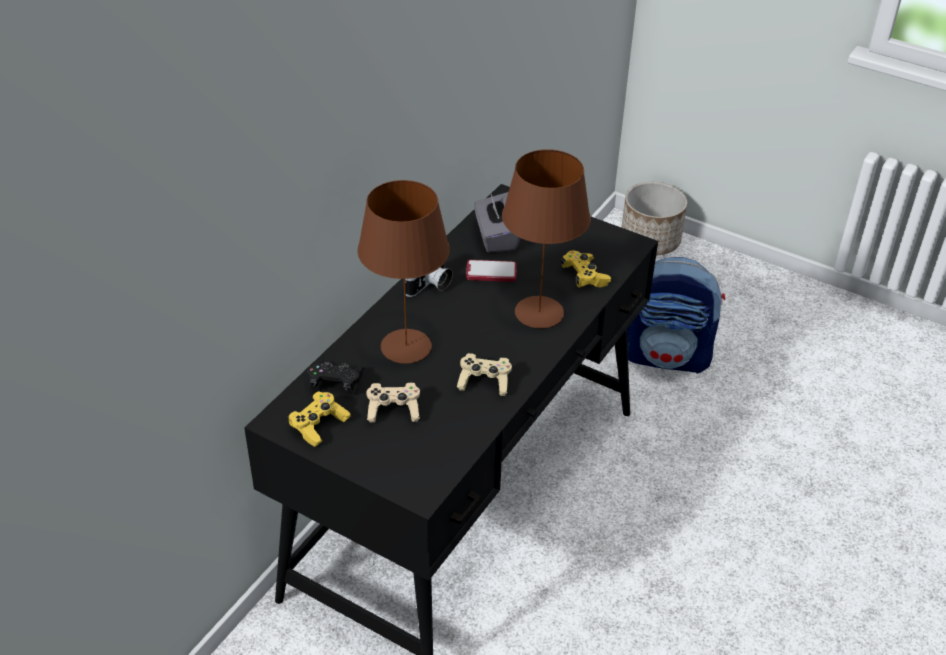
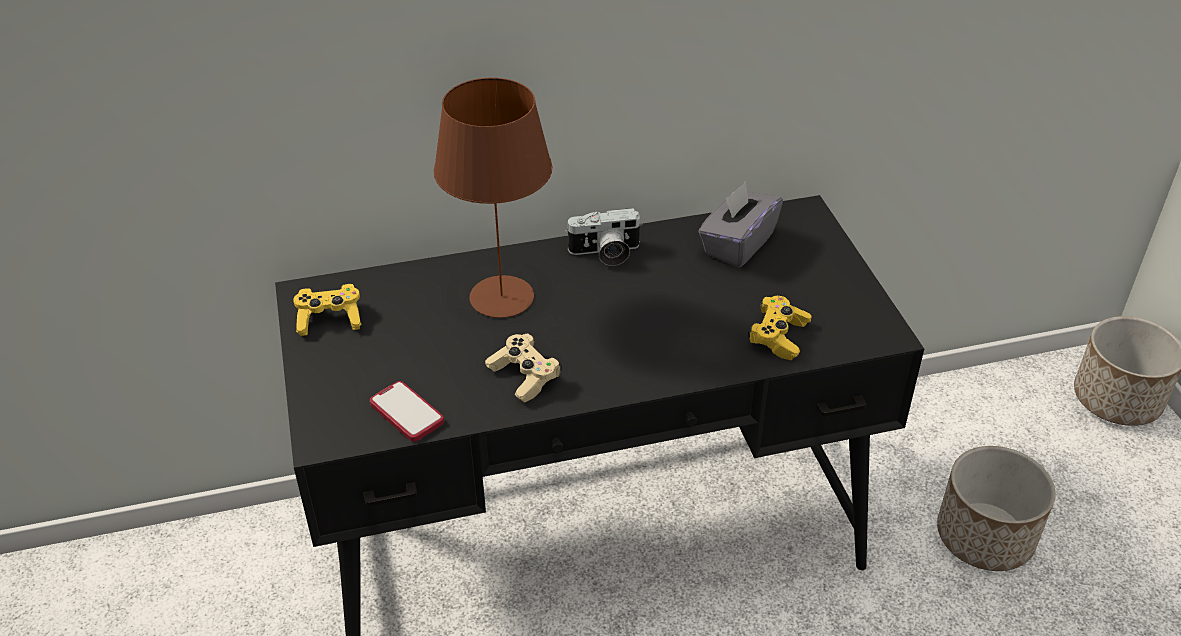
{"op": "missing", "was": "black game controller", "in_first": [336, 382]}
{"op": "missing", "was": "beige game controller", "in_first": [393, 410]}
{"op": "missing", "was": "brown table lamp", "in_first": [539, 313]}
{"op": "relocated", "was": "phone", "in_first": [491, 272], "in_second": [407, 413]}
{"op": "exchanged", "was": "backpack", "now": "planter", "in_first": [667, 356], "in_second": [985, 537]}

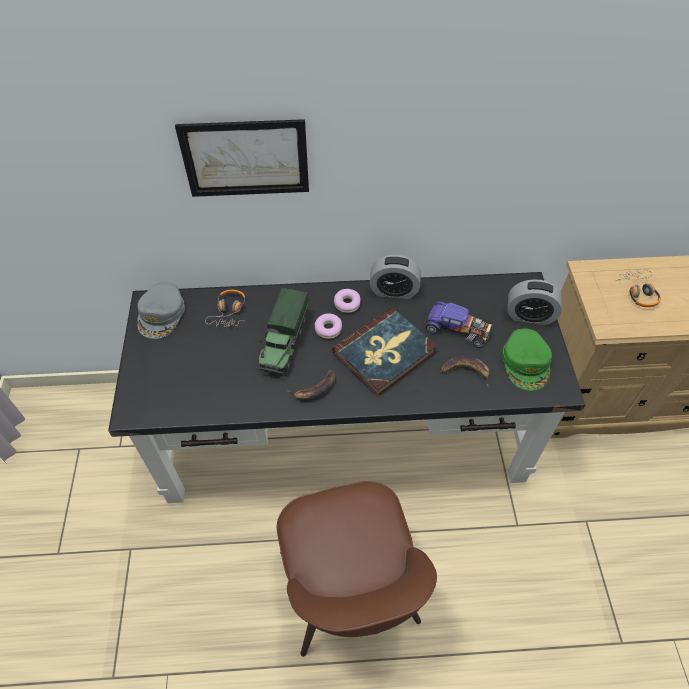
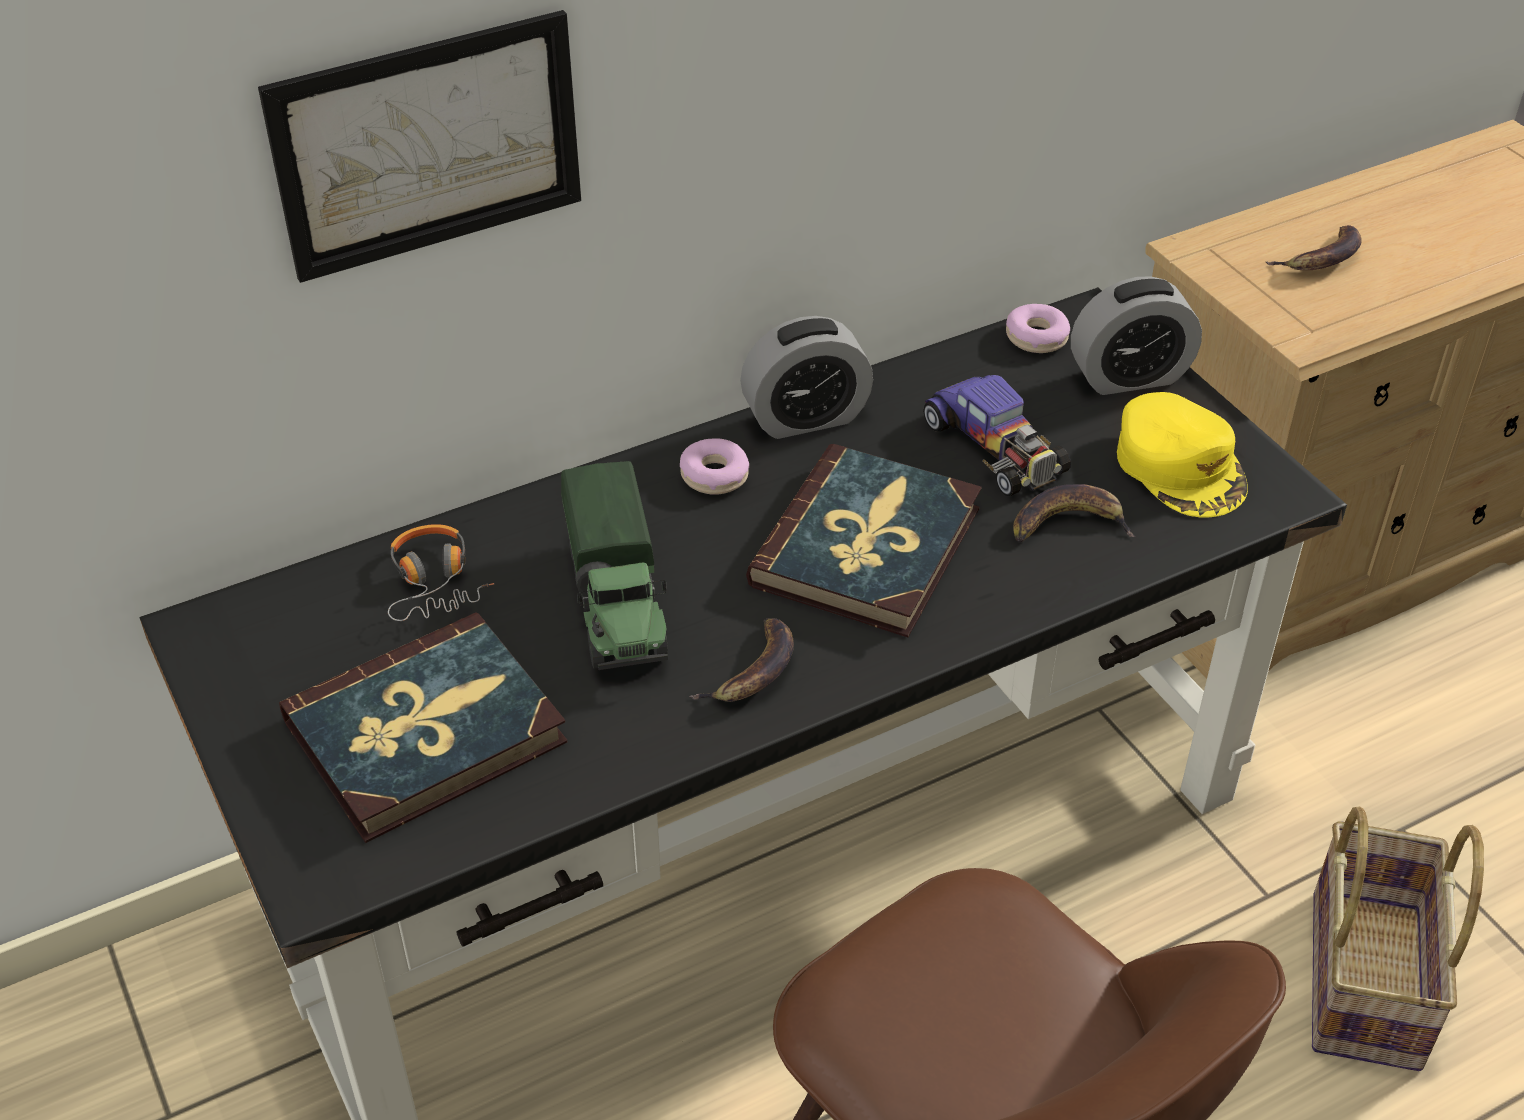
{"op": "missing", "was": "grey cap", "in_first": [162, 314]}
{"op": "appeared", "now": "book", "in_second": [426, 733]}
{"op": "appeared", "now": "basket", "in_second": [1369, 981]}
{"op": "relocated", "was": "donut", "in_first": [328, 329], "in_second": [1036, 337]}
{"op": "exchanged", "was": "headphones", "now": "banana", "in_first": [638, 292], "in_second": [1322, 259]}
{"op": "colour", "was": "green cap", "now": "yellow cap", "in_first": [526, 363], "in_second": [1181, 466]}
{"op": "spun", "was": "toy car", "in_first": [458, 328], "in_second": [995, 447], "clockwise": 60}

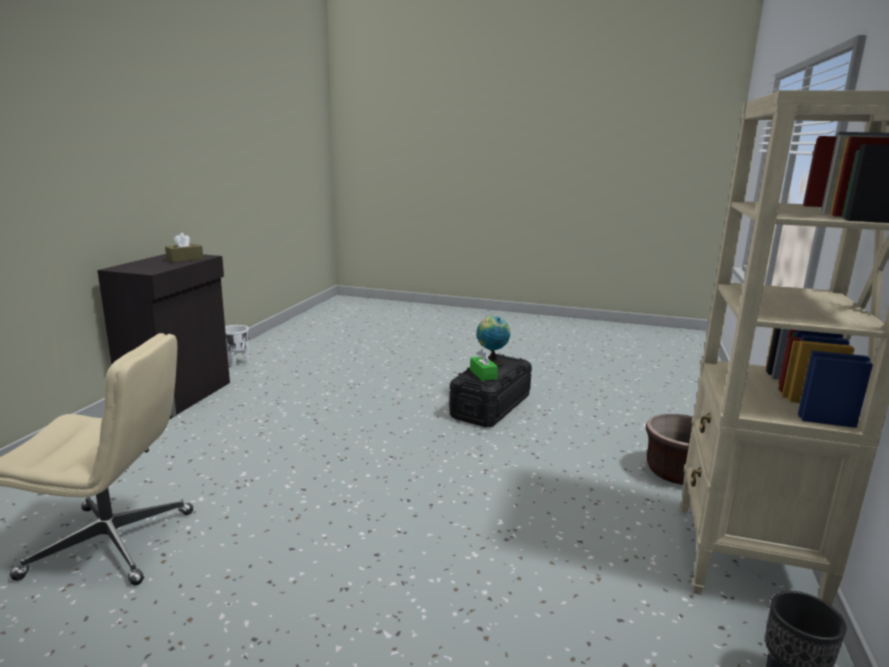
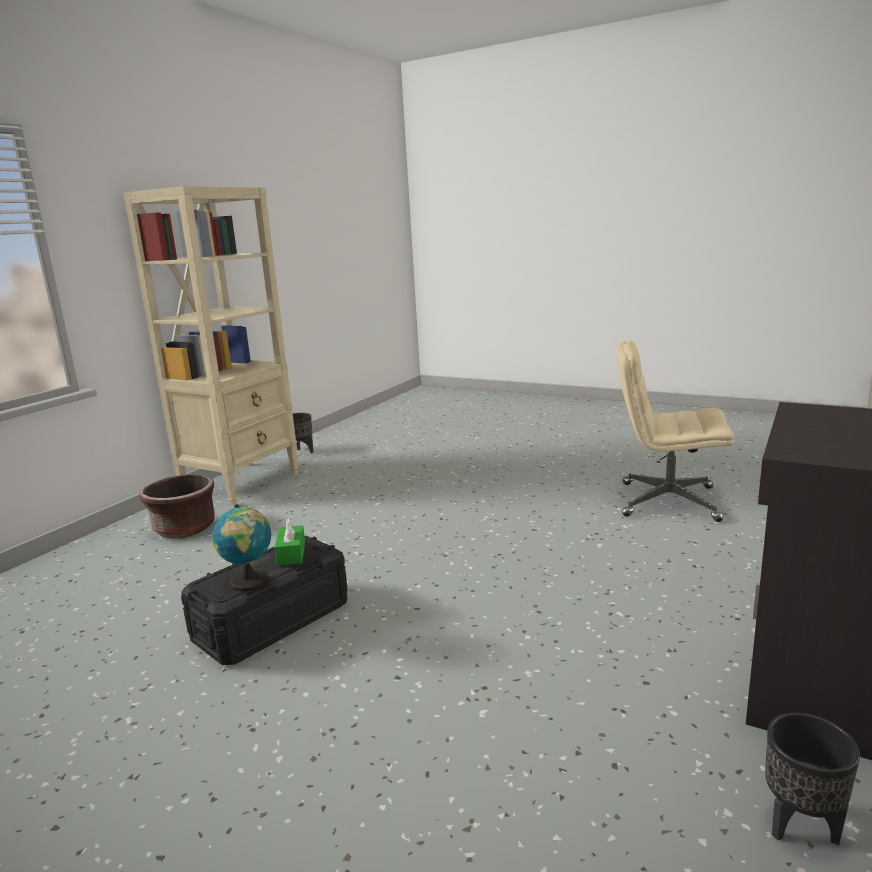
{"op": "missing", "was": "brown tissue box", "in_first": [185, 259]}
{"op": "colour", "was": "white planter", "now": "black planter", "in_first": [236, 363], "in_second": [801, 826]}

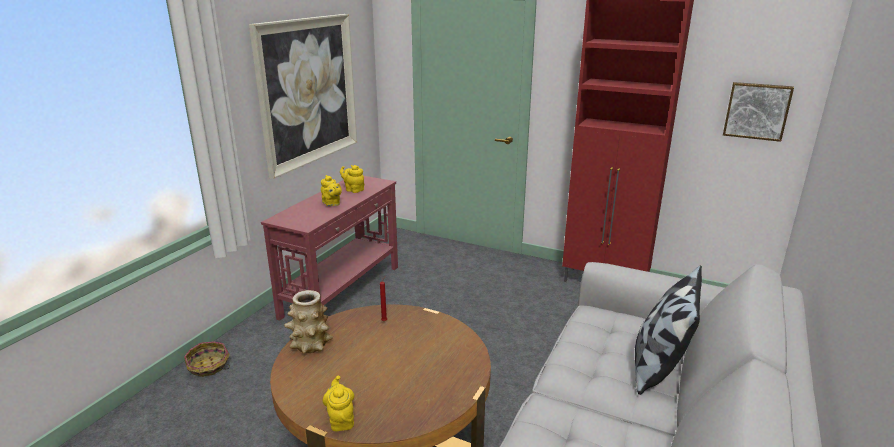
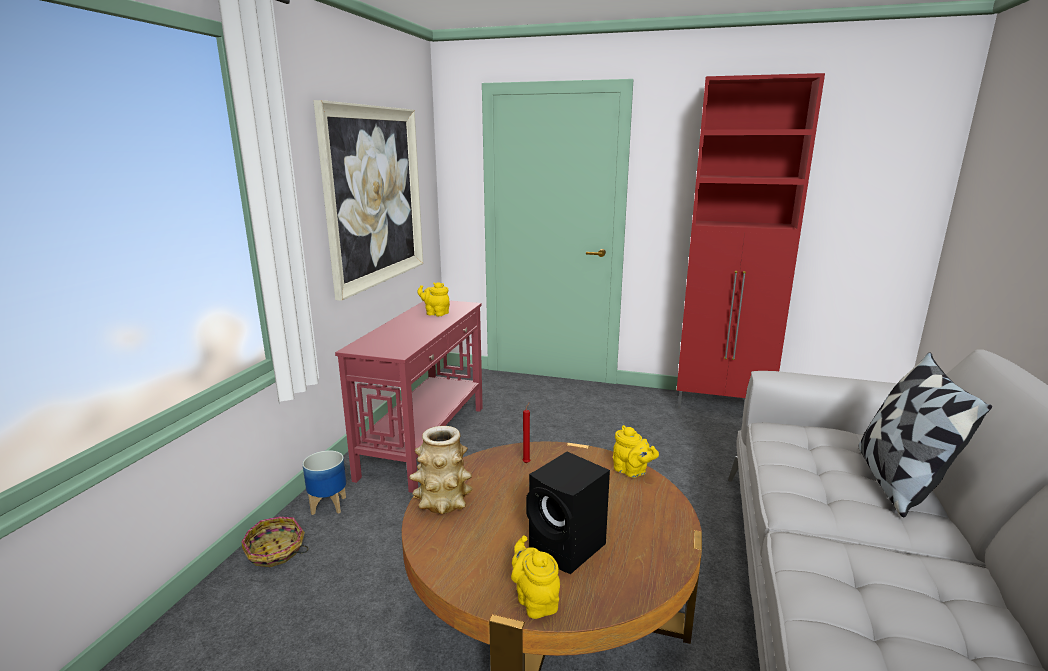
{"op": "missing", "was": "picture", "in_first": [757, 111]}
{"op": "appeared", "now": "planter", "in_second": [329, 505]}
{"op": "appeared", "now": "black speaker", "in_second": [568, 549]}
{"op": "relocated", "was": "yellow teapot", "in_first": [331, 204], "in_second": [632, 471]}

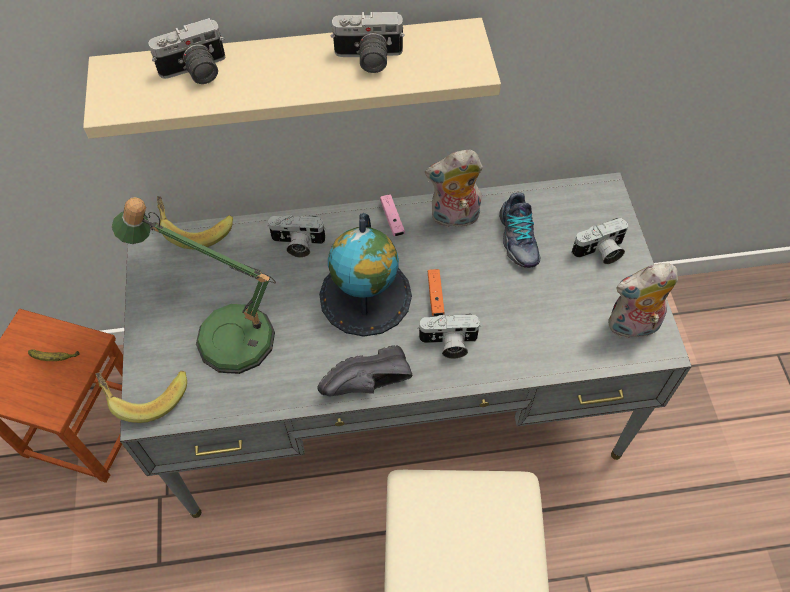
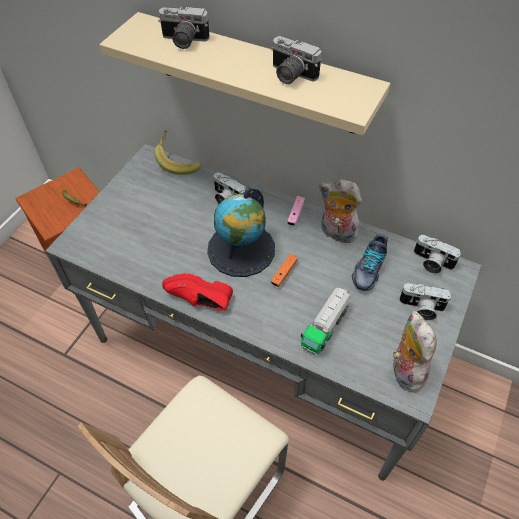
{"op": "missing", "was": "banana", "in_first": [146, 394]}
{"op": "missing", "was": "table lamp", "in_first": [224, 332]}
{"op": "appeared", "now": "toy truck", "in_second": [325, 327]}
{"op": "relocated", "was": "photo camera", "in_first": [448, 344], "in_second": [431, 262]}
{"op": "colour", "was": "black shoe", "now": "red shoe", "in_first": [368, 385], "in_second": [198, 302]}
{"op": "spun", "was": "plush toy", "in_first": [632, 327], "in_second": [404, 370], "clockwise": 60}

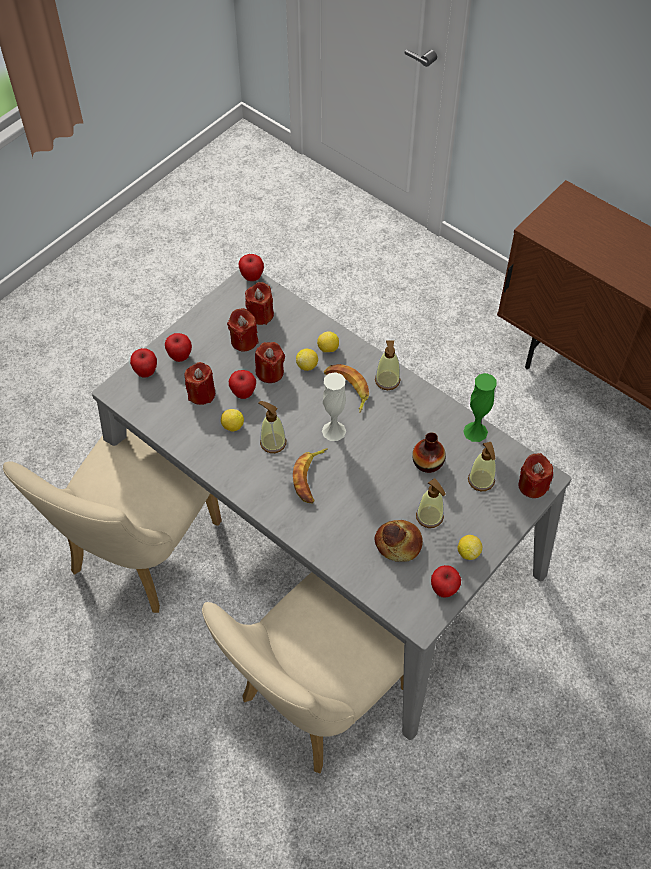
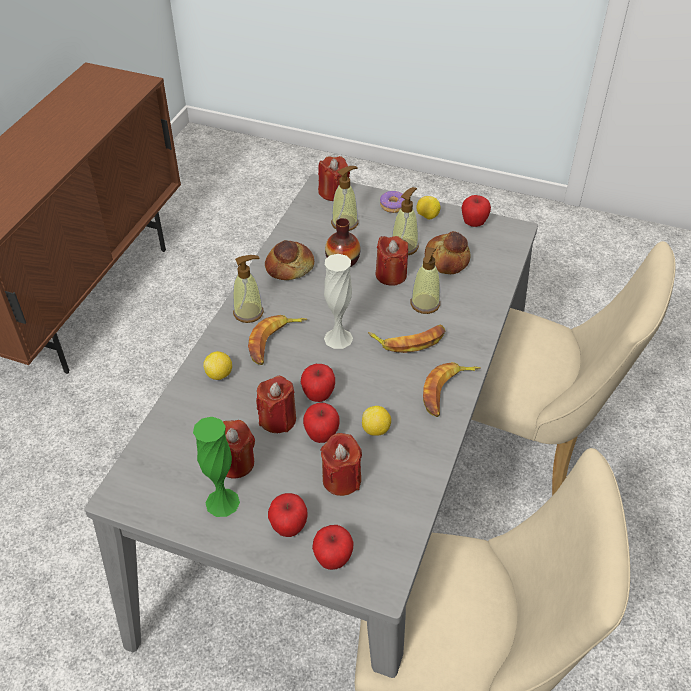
{"op": "missing", "was": "lemon", "in_first": [307, 366]}
{"op": "appeared", "now": "bread", "in_second": [290, 267]}
{"op": "appeared", "now": "donut", "in_second": [393, 206]}
{"op": "appeared", "now": "banana", "in_second": [447, 392]}
{"op": "relocated", "was": "apple", "in_first": [252, 277], "in_second": [318, 395]}
{"op": "relocated", "was": "red candle", "in_first": [260, 314], "in_second": [391, 275]}
{"op": "relocated", "was": "soap dispenser", "in_first": [273, 442], "in_second": [425, 304]}
{"op": "relocated", "was": "green vase", "in_first": [475, 432], "in_second": [222, 502]}

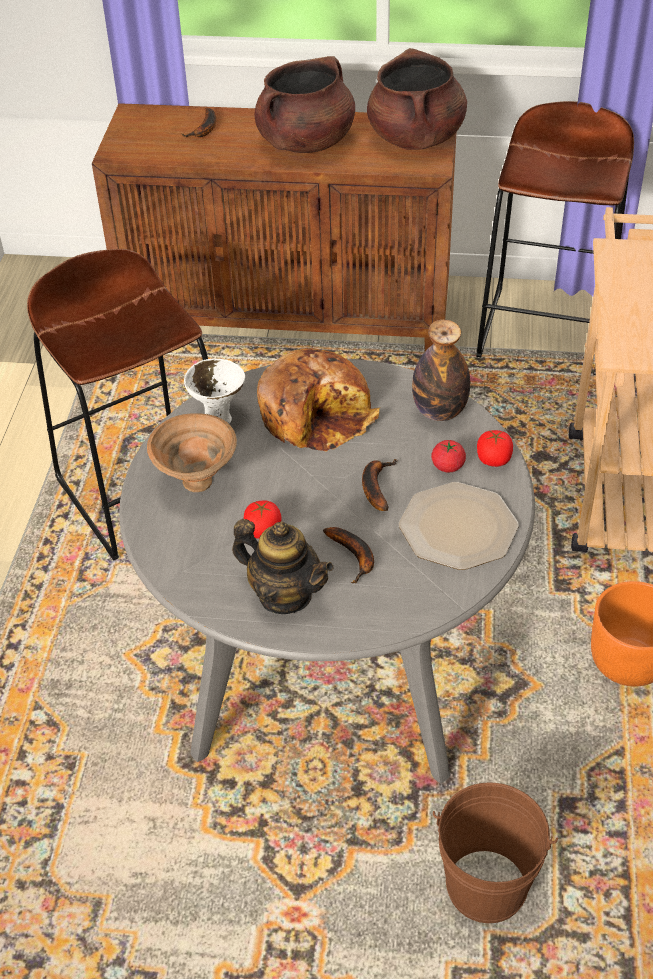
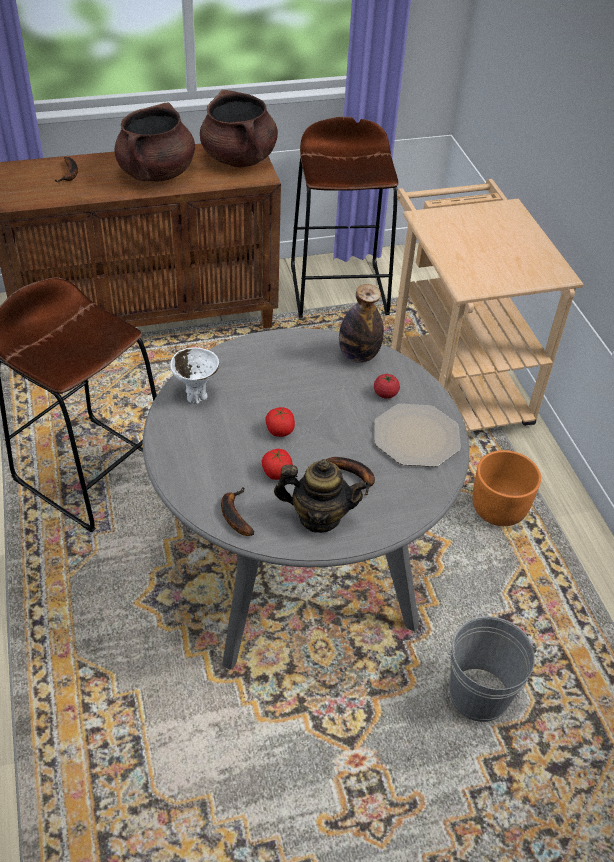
{"op": "missing", "was": "brown bowl", "in_first": [198, 484]}
{"op": "missing", "was": "bread", "in_first": [316, 414]}
{"op": "relocated", "was": "banana", "in_first": [375, 486], "in_second": [234, 515]}
{"op": "relocated", "was": "tomato", "in_first": [493, 460], "in_second": [280, 431]}
{"op": "colour", "was": "brown bucket", "now": "grey bucket", "in_first": [486, 887], "in_second": [479, 695]}

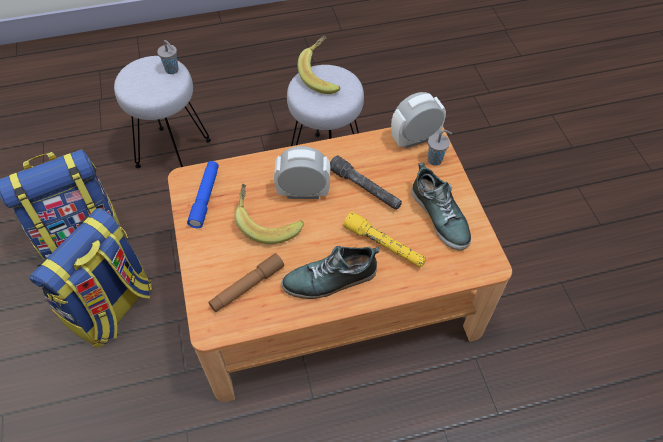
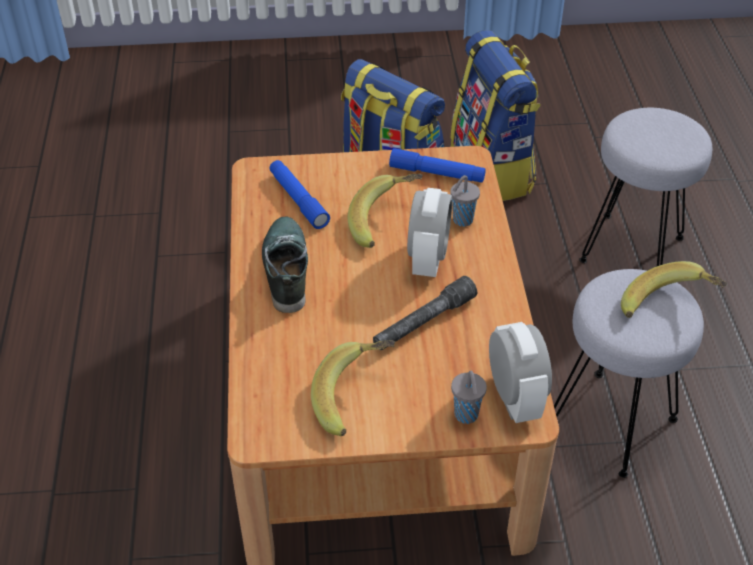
{"op": "missing", "was": "yellow flashlight", "in_first": [384, 245]}
{"op": "relocated", "was": "grey cup", "in_first": [172, 70], "in_second": [461, 221]}
{"op": "exchanged", "was": "shoe", "now": "banana", "in_first": [440, 216], "in_second": [356, 398]}
{"op": "colour", "was": "brown flashlight", "now": "blue flashlight", "in_first": [247, 286], "in_second": [298, 200]}

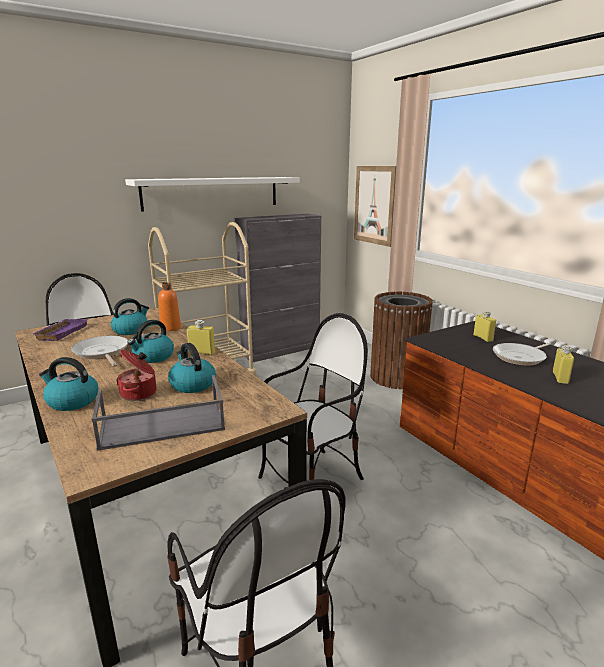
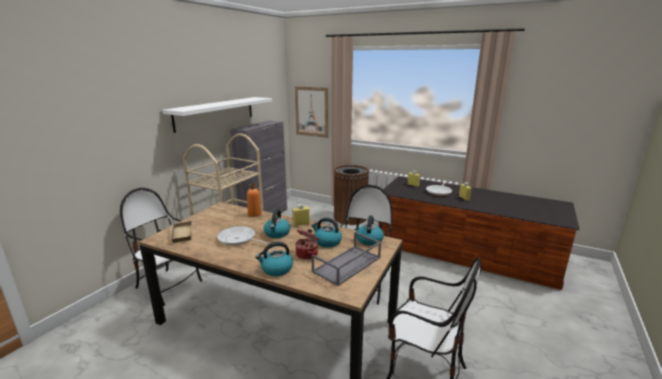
{"op": "relocated", "was": "kettle", "in_first": [131, 330], "in_second": [369, 240]}
{"op": "colour", "was": "purple tray", "now": "beige tray", "in_first": [61, 332], "in_second": [180, 234]}

